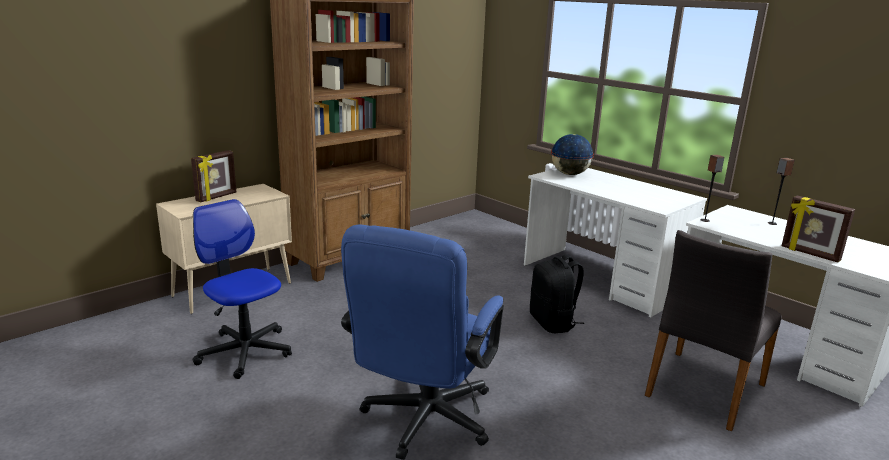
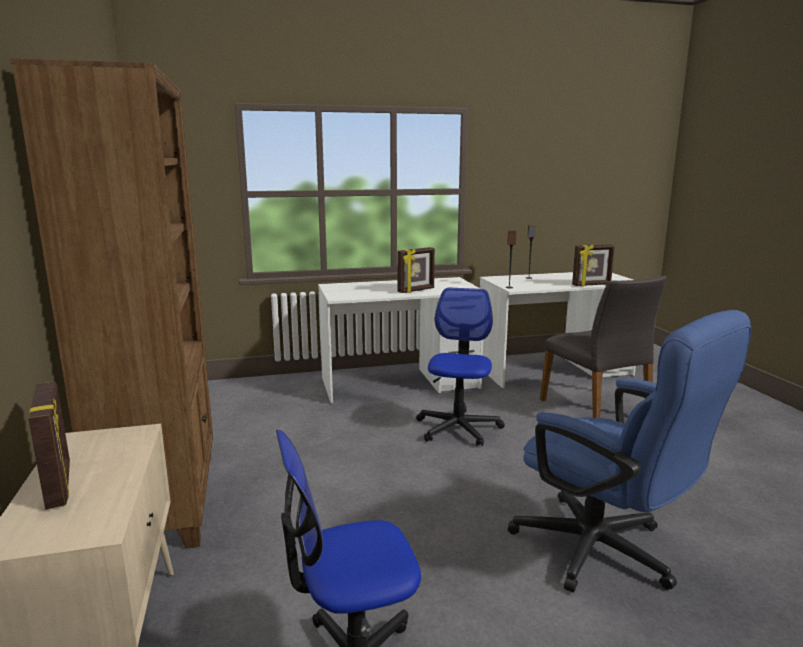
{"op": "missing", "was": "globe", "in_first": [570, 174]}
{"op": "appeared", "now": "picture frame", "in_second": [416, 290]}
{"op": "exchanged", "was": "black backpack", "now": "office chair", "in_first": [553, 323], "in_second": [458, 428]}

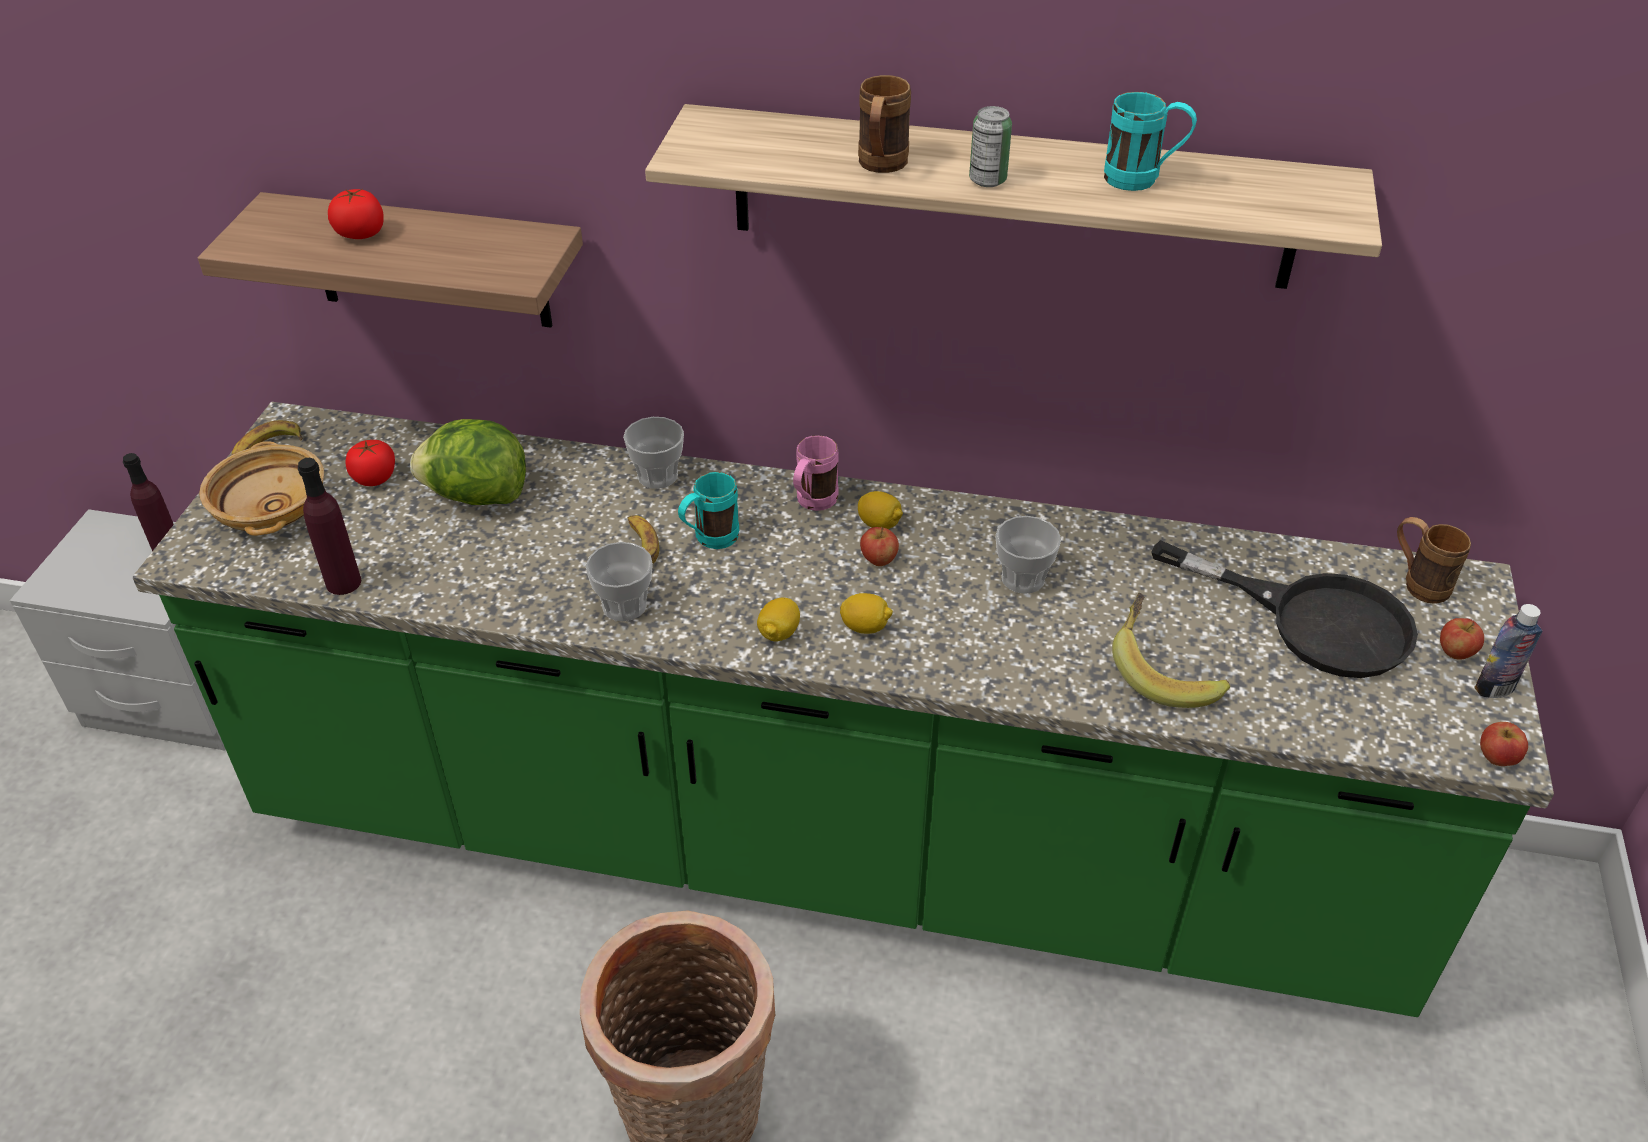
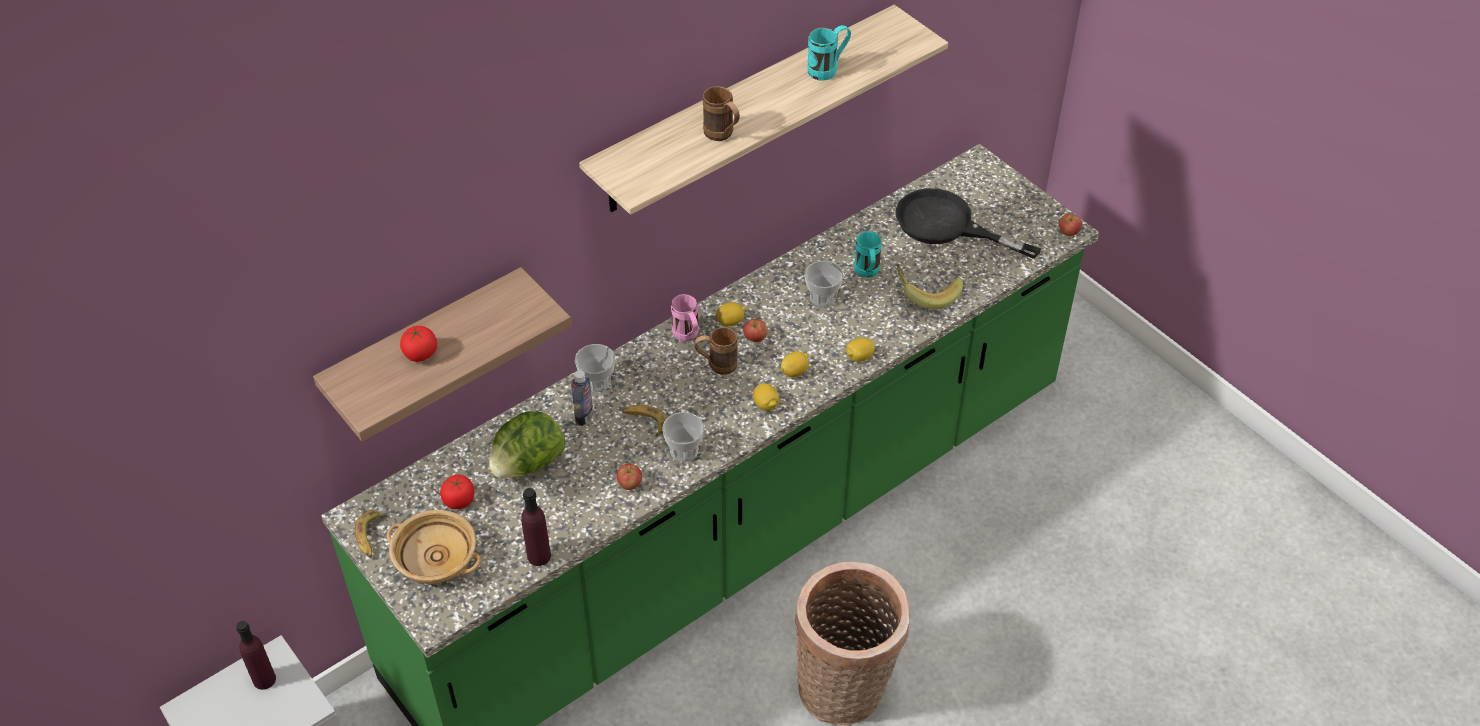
{"op": "missing", "was": "can", "in_first": [987, 180]}
{"op": "appeared", "now": "lemon", "in_second": [859, 357]}
{"op": "relocated", "was": "turquoise mug", "in_first": [709, 540], "in_second": [867, 273]}
{"op": "relocated", "was": "brown mug", "in_first": [1417, 583], "in_second": [716, 365]}
{"op": "relocated", "was": "apple", "in_first": [1455, 652], "in_second": [629, 484]}
{"op": "relocated", "was": "bottle", "in_first": [1494, 688], "in_second": [584, 417]}
{"op": "spun", "was": "black frying pan", "in_first": [1314, 620], "in_second": [947, 225], "clockwise": -135}

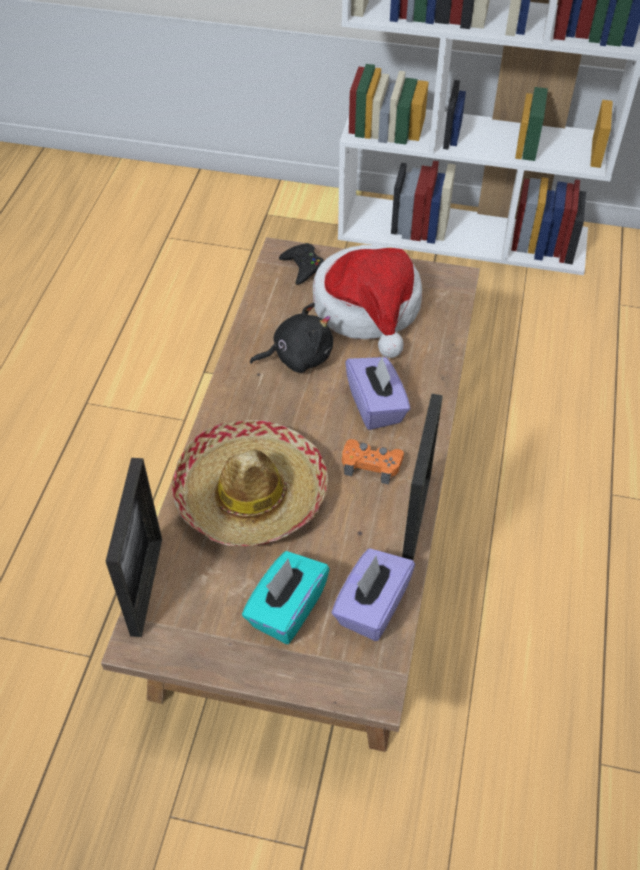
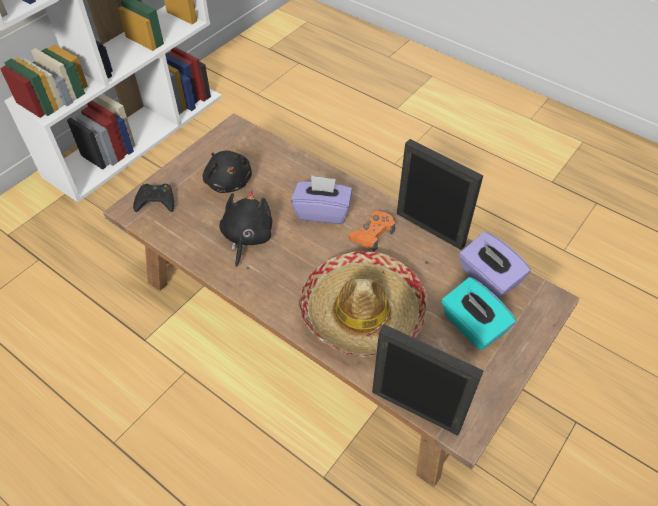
{"op": "exchanged", "was": "hat", "now": "black plush toy", "in_first": [368, 309], "in_second": [228, 181]}

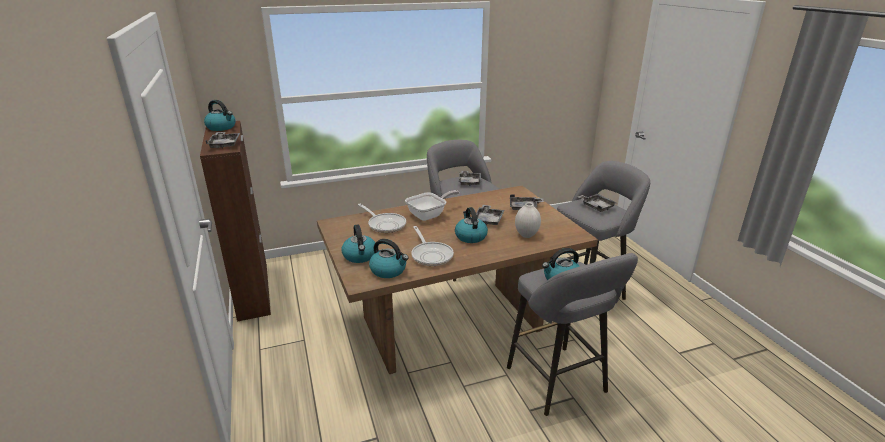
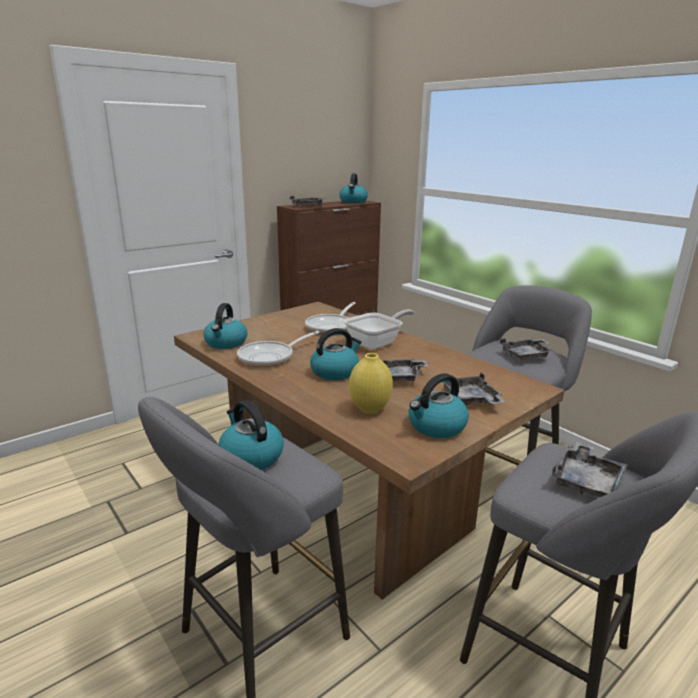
{"op": "relocated", "was": "kettle", "in_first": [360, 256], "in_second": [436, 426]}
{"op": "colour", "was": "white vase", "now": "yellow vase", "in_first": [526, 235], "in_second": [369, 409]}
{"op": "spun", "was": "frying pan", "in_first": [429, 215], "in_second": [377, 343], "clockwise": -75}

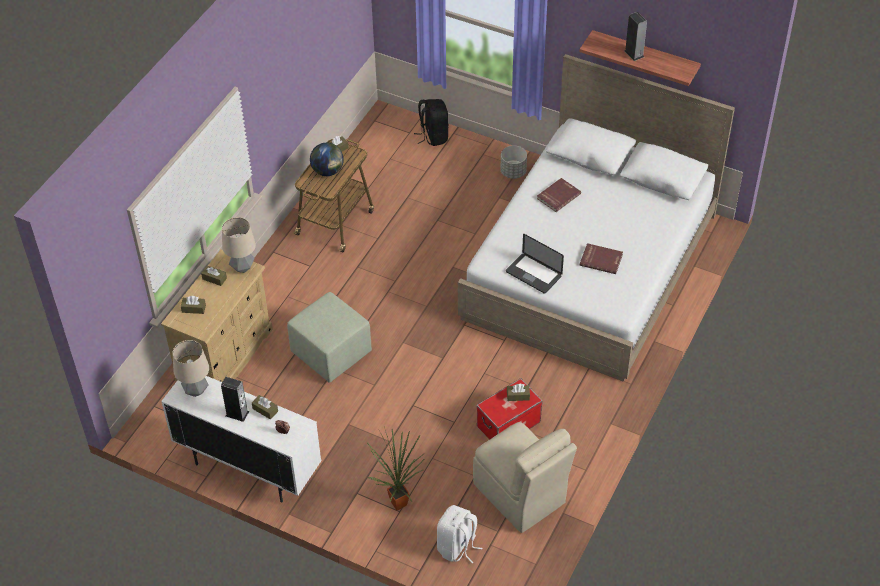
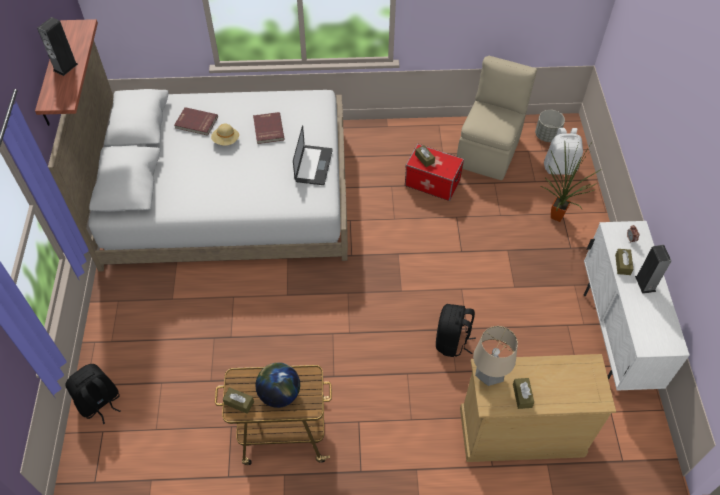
{"op": "missing", "was": "table lamp", "in_first": [196, 390]}
{"op": "missing", "was": "brown tissue box", "in_first": [193, 308]}
{"op": "appeared", "now": "beige hat", "in_second": [226, 140]}
{"op": "relocated", "was": "grey planter", "in_first": [513, 172], "in_second": [546, 135]}
{"op": "relocated", "was": "red book", "in_first": [558, 196], "in_second": [196, 123]}
{"op": "exchanged", "was": "green ottoman", "now": "black backpack", "in_first": [330, 352], "in_second": [452, 342]}

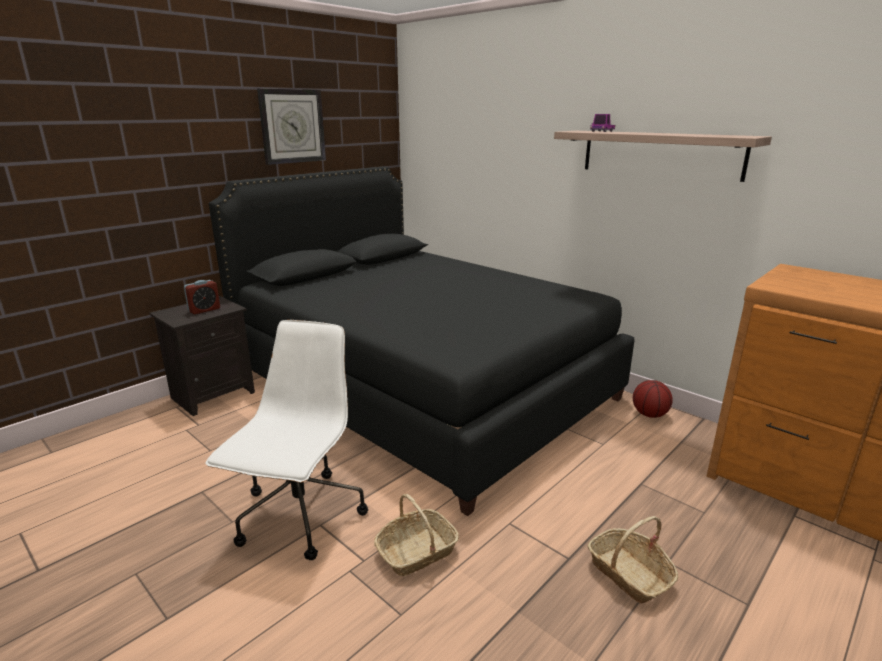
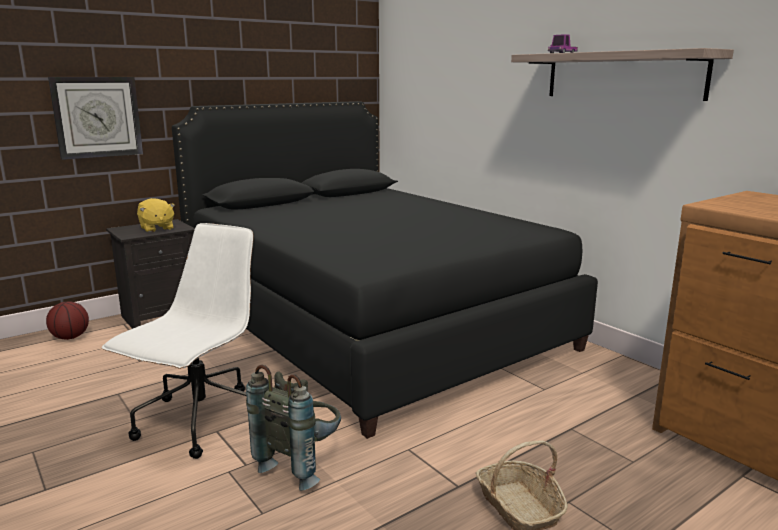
{"op": "relocated", "was": "wall clock", "in_first": [292, 126], "in_second": [97, 117]}
{"op": "relocated", "was": "basketball", "in_first": [649, 414], "in_second": [71, 337]}
{"op": "exchanged", "was": "alarm clock", "now": "yellow plush toy", "in_first": [204, 310], "in_second": [156, 228]}
{"op": "exchanged", "was": "basket", "now": "grey backpack", "in_first": [417, 552], "in_second": [301, 463]}

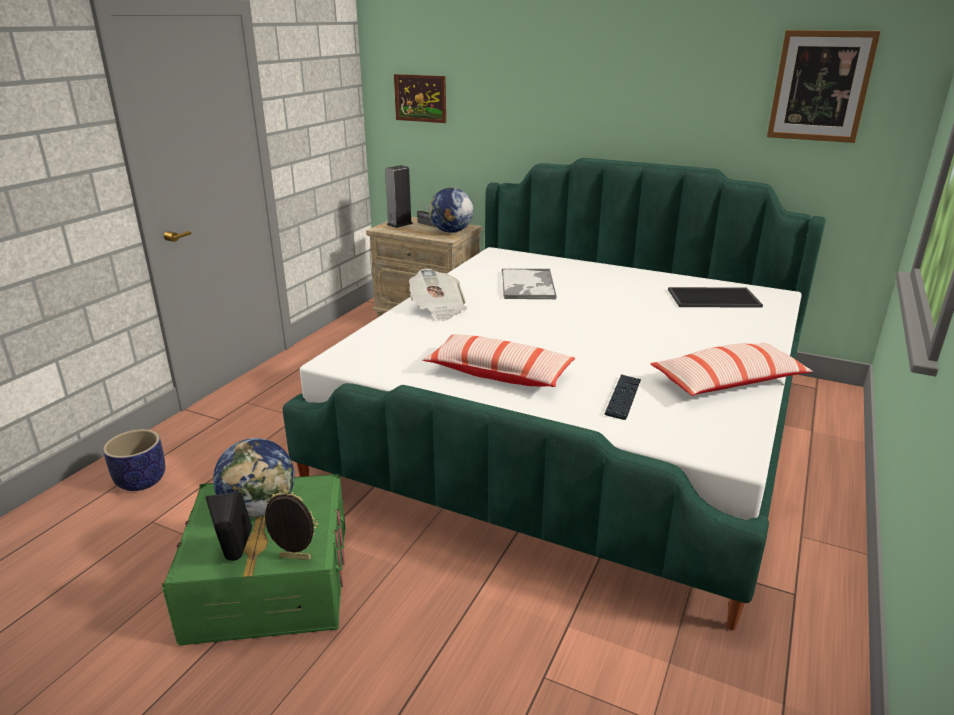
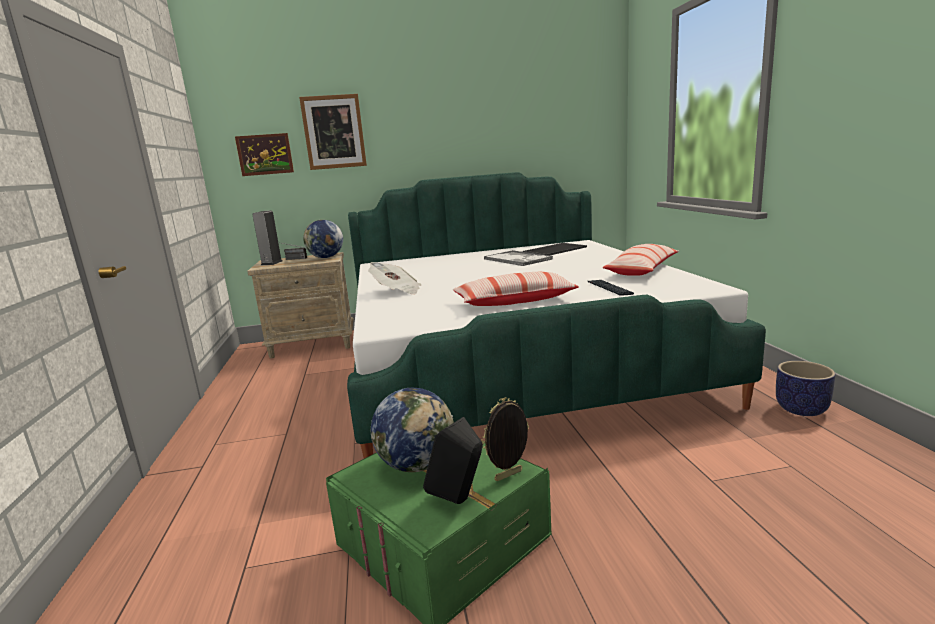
{"op": "relocated", "was": "planter", "in_first": [141, 481], "in_second": [802, 409]}
{"op": "relocated", "was": "tray", "in_first": [528, 285], "in_second": [518, 259]}
{"op": "relocated", "was": "picture", "in_first": [820, 86], "in_second": [334, 132]}

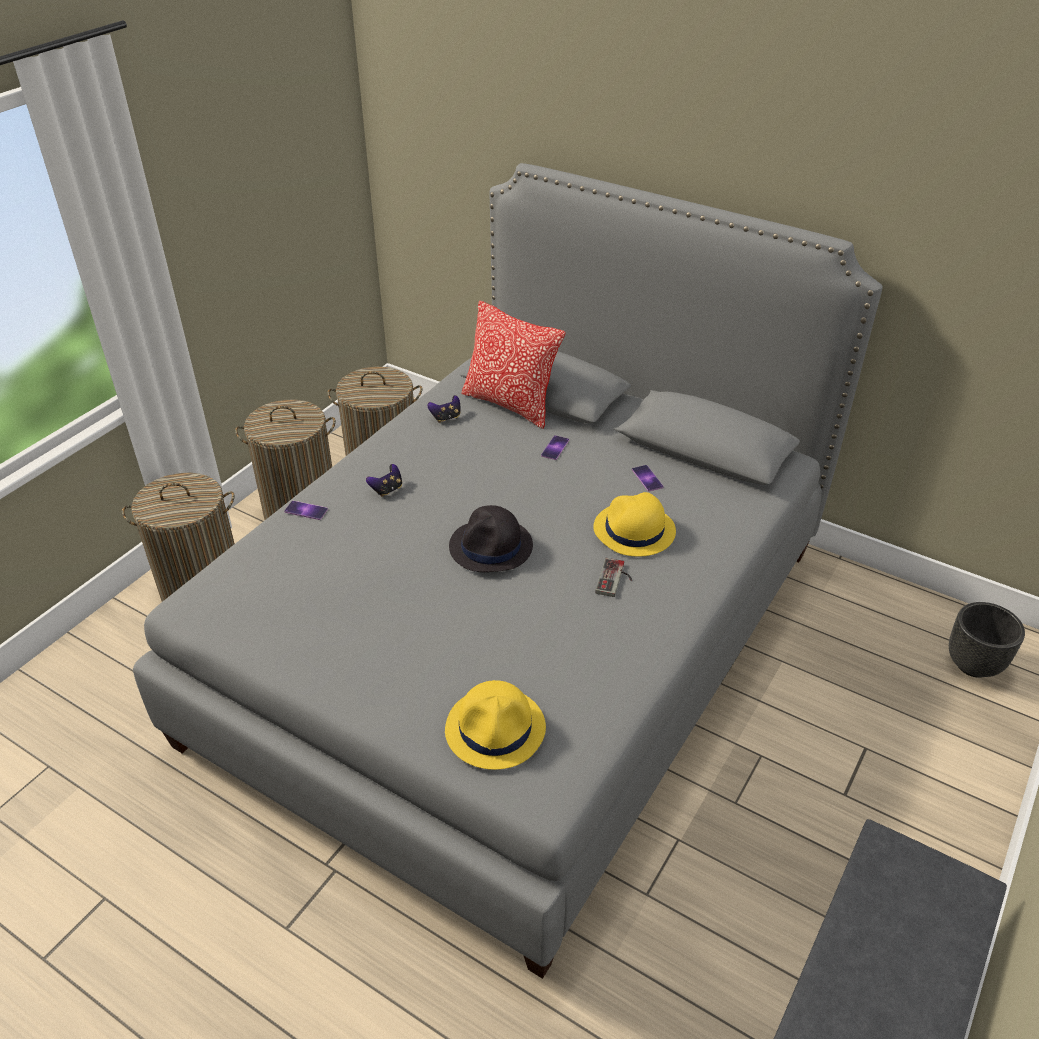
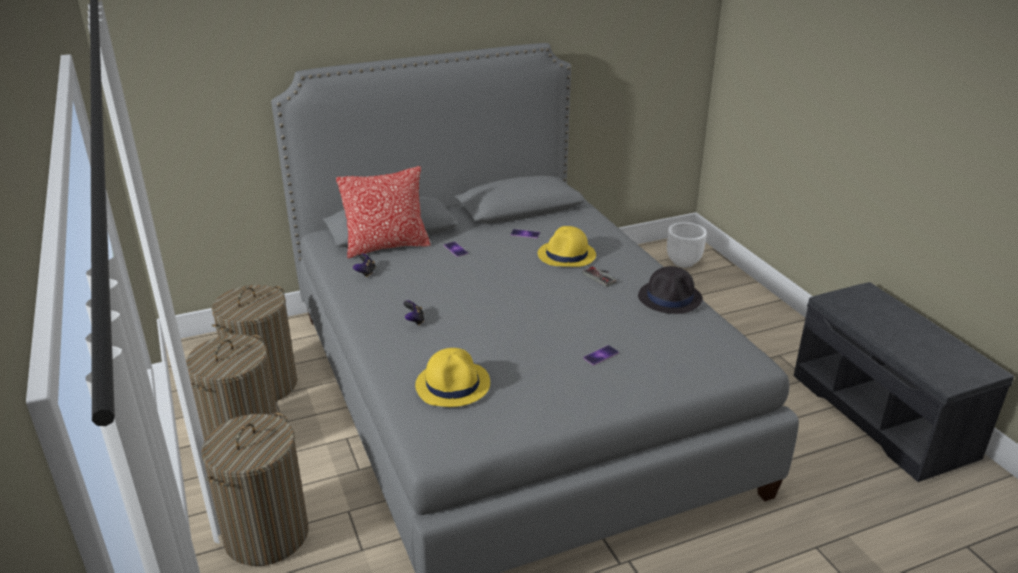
{"op": "relocated", "was": "phone", "in_first": [306, 510], "in_second": [601, 355]}
{"op": "relocated", "was": "yellow hat", "in_first": [496, 729], "in_second": [453, 384]}
{"op": "relocated", "was": "black hat", "in_first": [491, 547], "in_second": [670, 298]}
{"op": "colour", "was": "black planter", "now": "white planter", "in_first": [974, 665], "in_second": [683, 262]}

